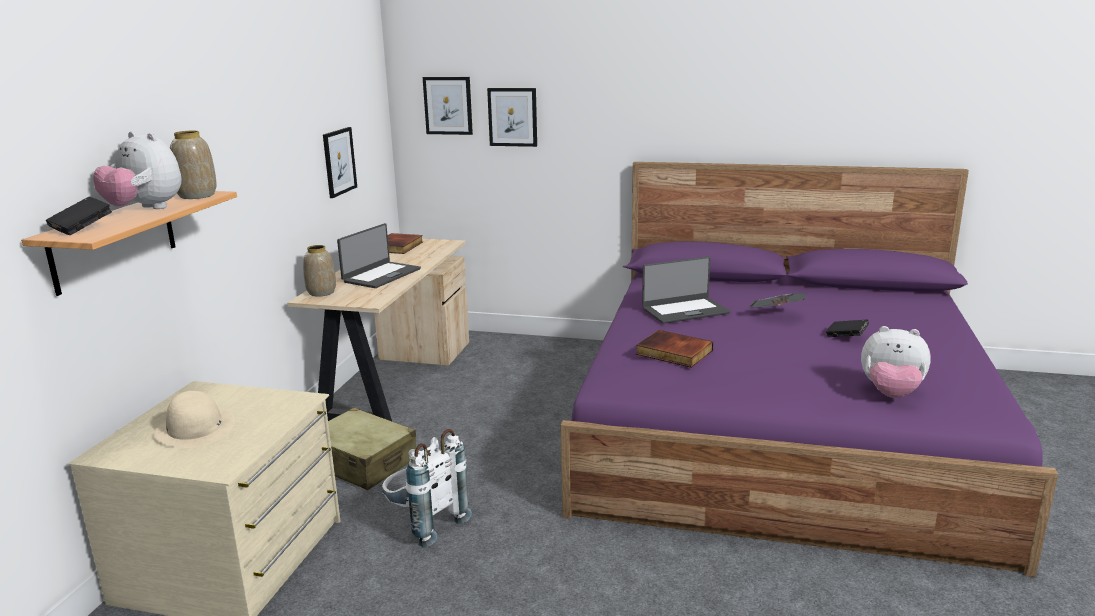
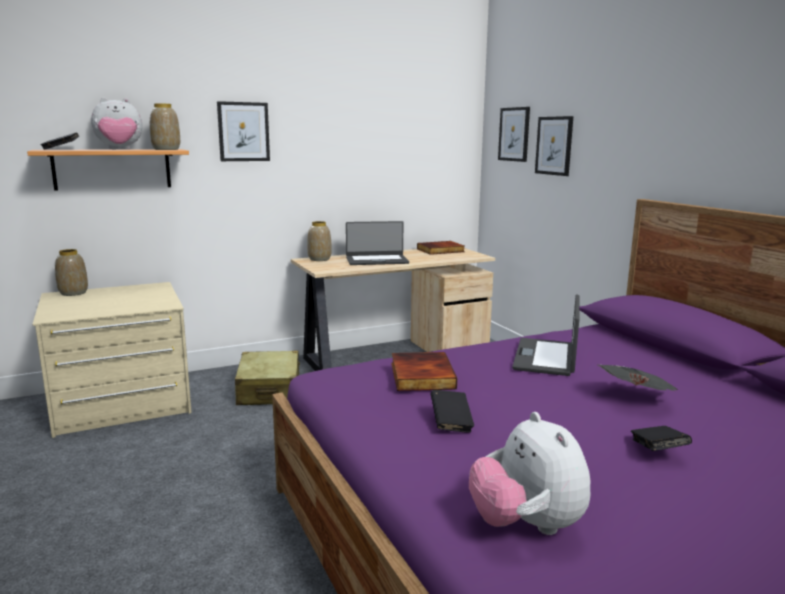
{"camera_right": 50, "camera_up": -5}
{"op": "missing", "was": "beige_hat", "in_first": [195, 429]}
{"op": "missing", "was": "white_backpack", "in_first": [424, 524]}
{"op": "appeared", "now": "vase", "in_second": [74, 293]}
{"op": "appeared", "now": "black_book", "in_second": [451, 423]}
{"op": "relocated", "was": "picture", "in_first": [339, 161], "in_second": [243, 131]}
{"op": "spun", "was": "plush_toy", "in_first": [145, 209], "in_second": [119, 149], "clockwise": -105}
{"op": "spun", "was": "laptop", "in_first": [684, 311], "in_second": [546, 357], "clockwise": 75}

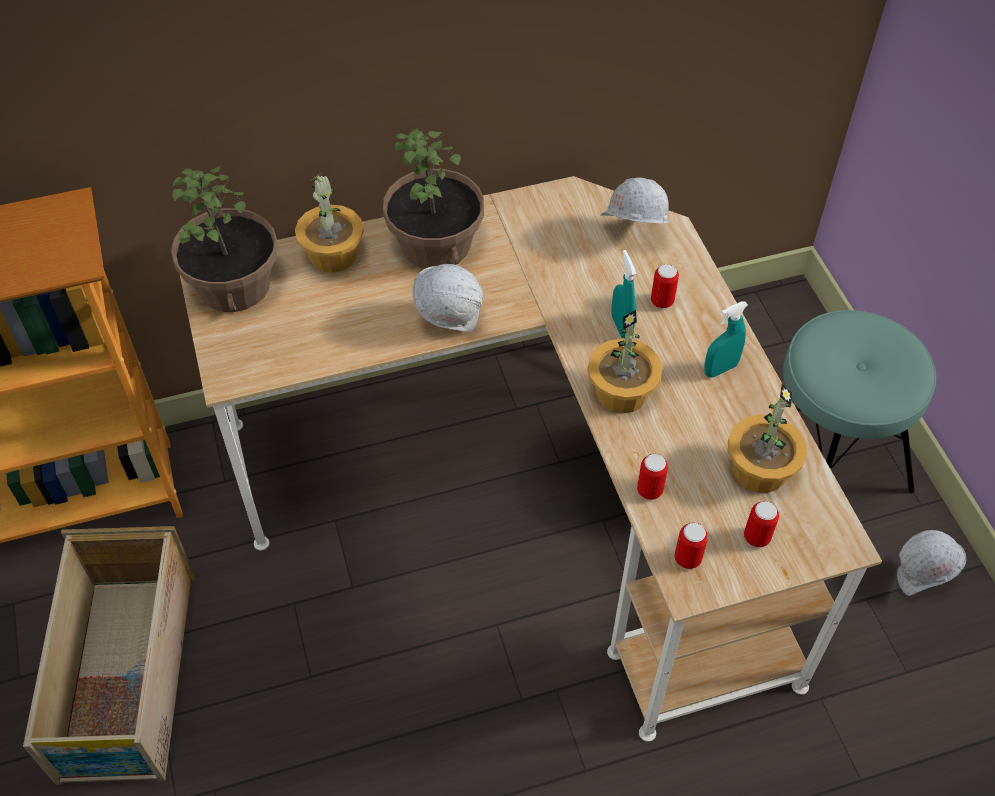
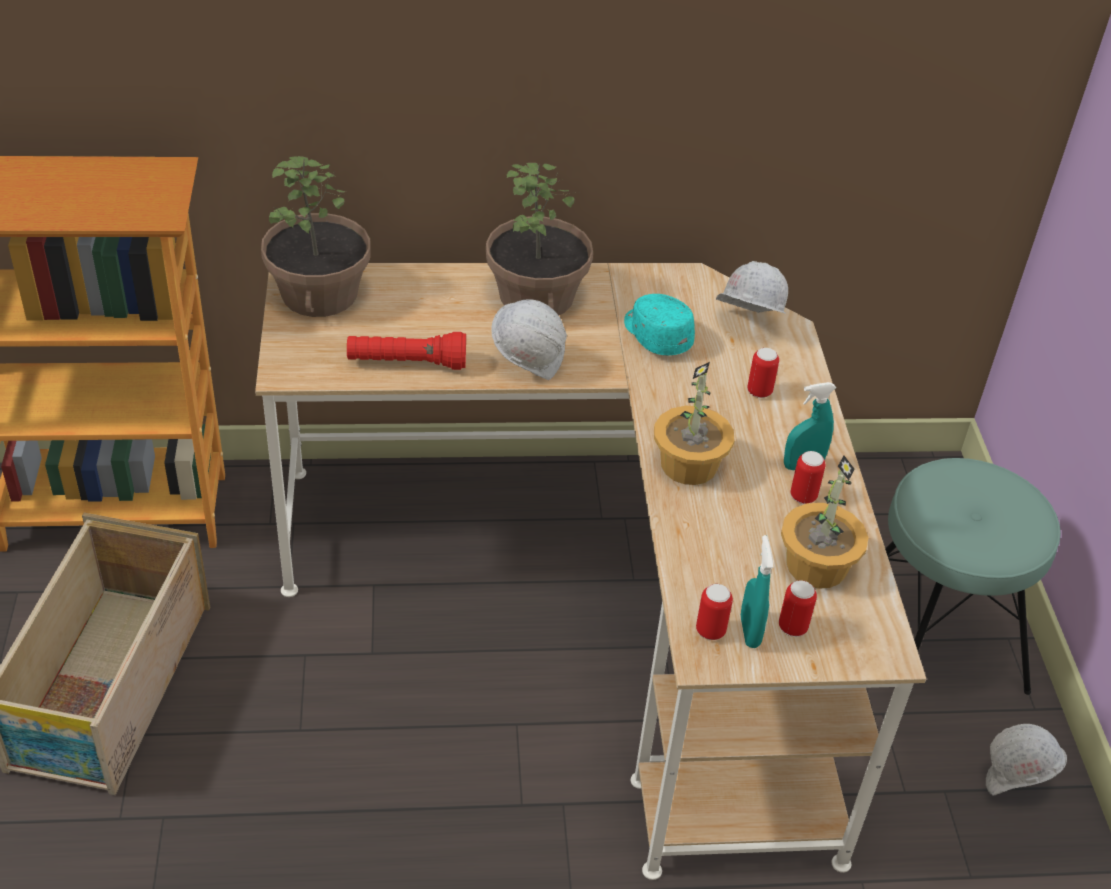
{"camera_right": 10, "camera_up": -10}
{"op": "missing", "was": "potted_plant", "in_first": [333, 255]}
{"op": "appeared", "now": "red_flashlight", "in_second": [407, 363]}
{"op": "appeared", "now": "turquoise_cap", "in_second": [656, 335]}
{"op": "relocated", "was": "turquoise_spray_bottle", "in_first": [621, 326], "in_second": [749, 631]}
{"op": "relocated", "was": "can", "in_first": [649, 490], "in_second": [803, 496]}

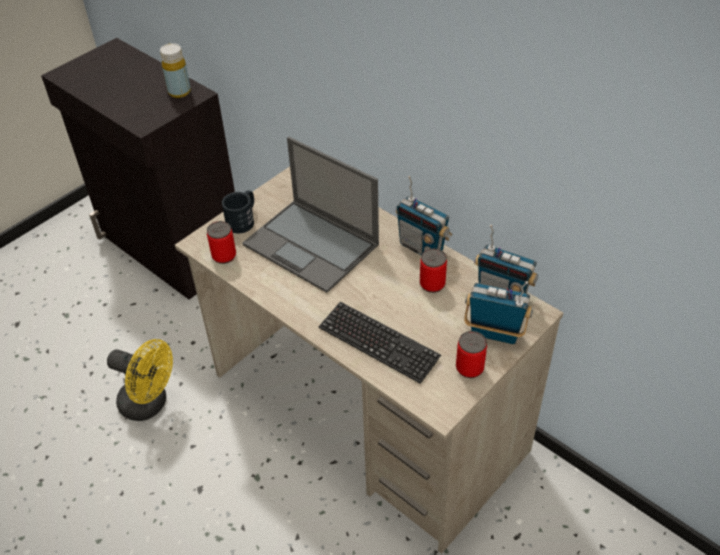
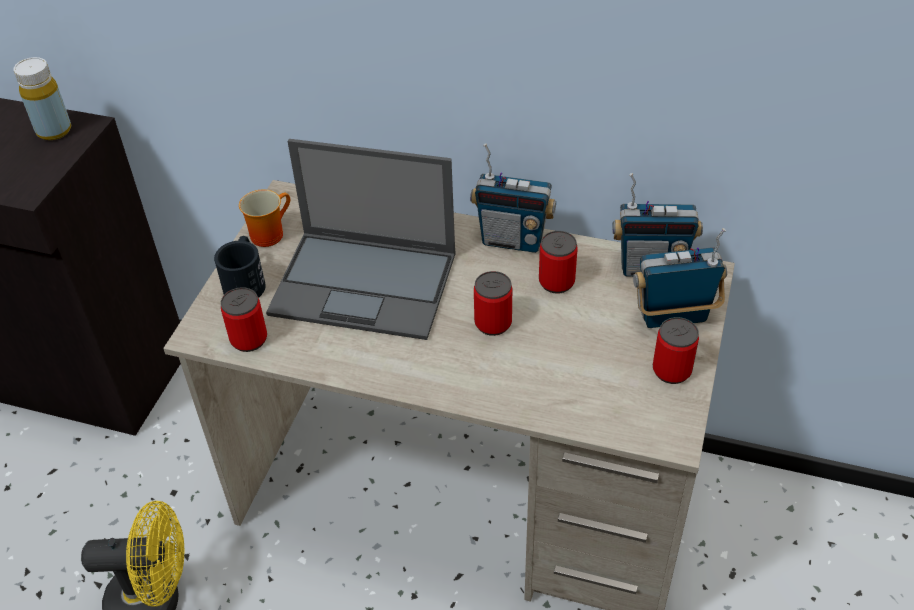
{"camera_right": -25, "camera_up": 0}
{"op": "missing", "was": "keyboard", "in_first": [378, 343]}
{"op": "appeared", "now": "mug", "in_second": [268, 232]}
{"op": "appeared", "now": "can", "in_second": [493, 323]}

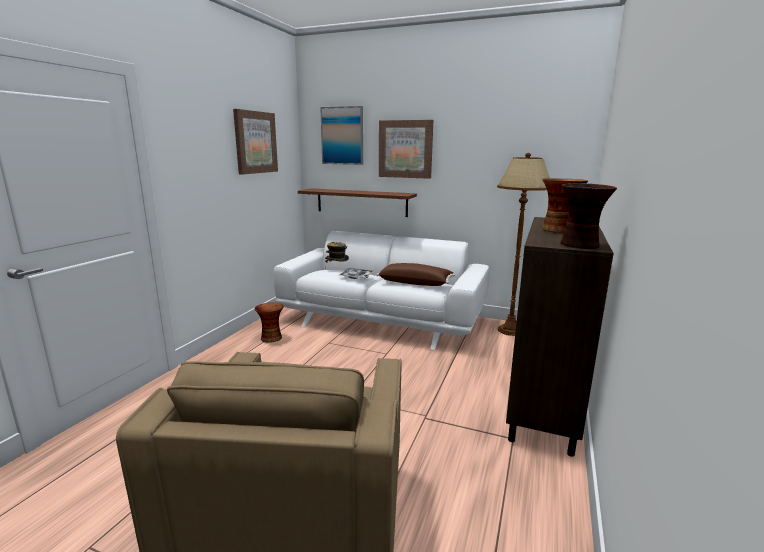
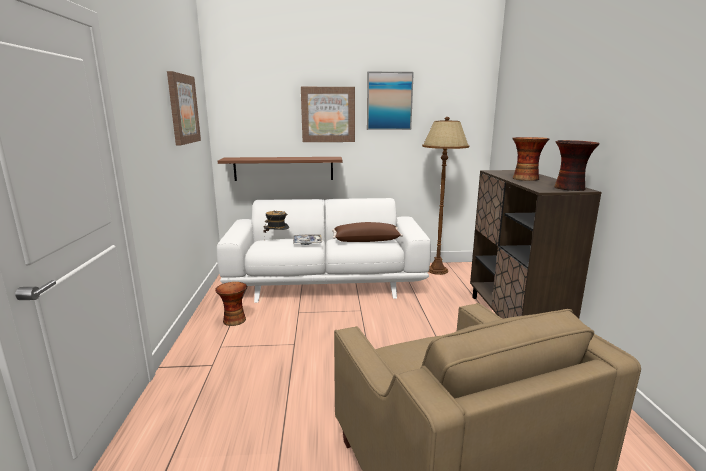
{"camera_right": -25, "camera_up": 0}
{"op": "relocated", "was": "picture", "in_first": [342, 136], "in_second": [389, 101]}

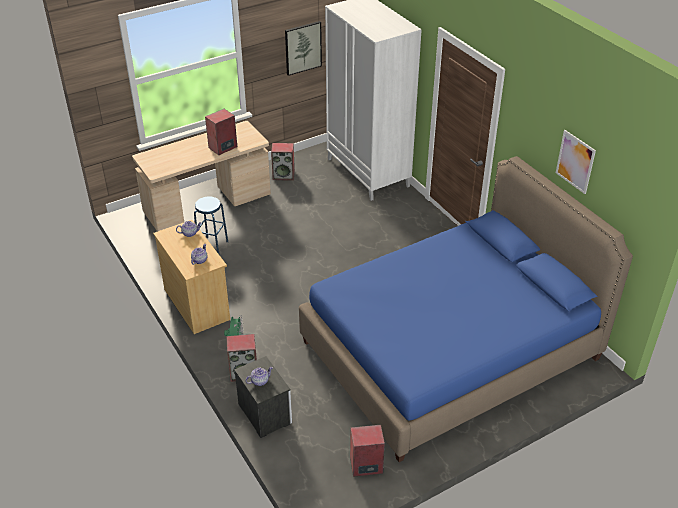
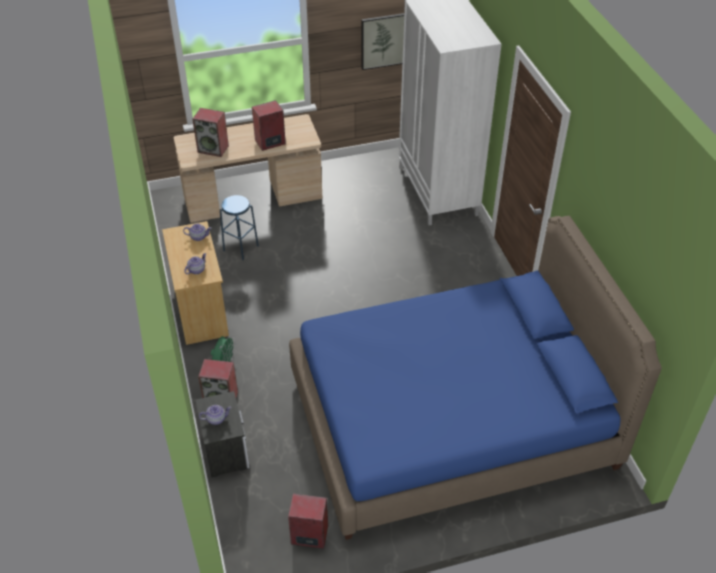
{"camera_right": 15, "camera_up": 5}
{"op": "missing", "was": "picture", "in_first": [575, 161]}
{"op": "relocated", "was": "speaker", "in_first": [284, 175], "in_second": [213, 149]}

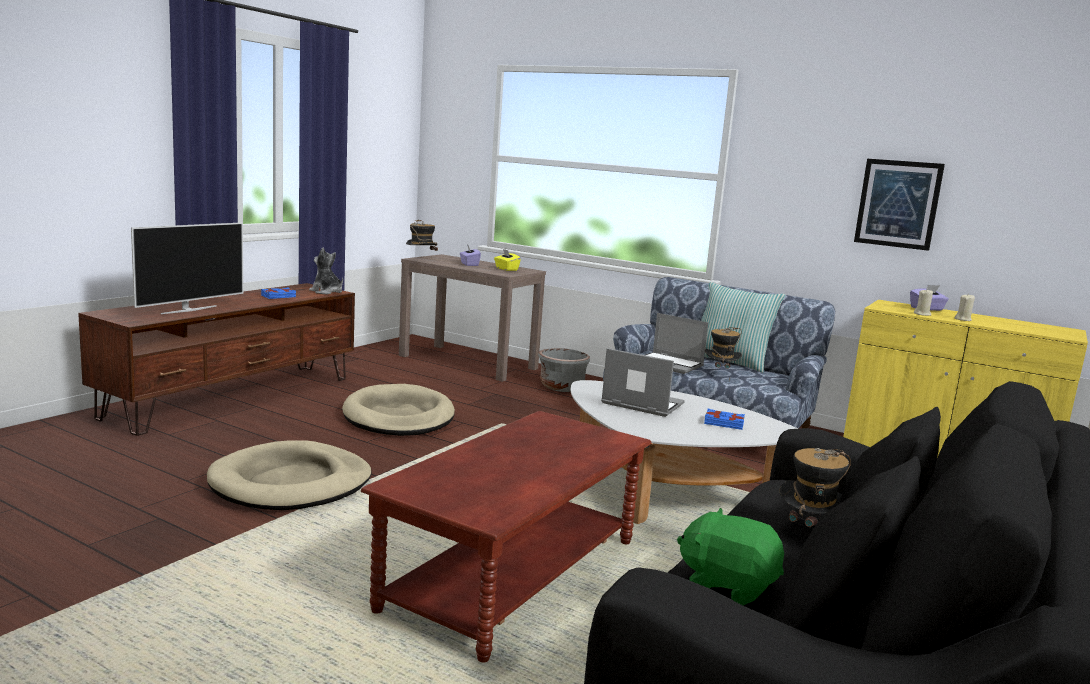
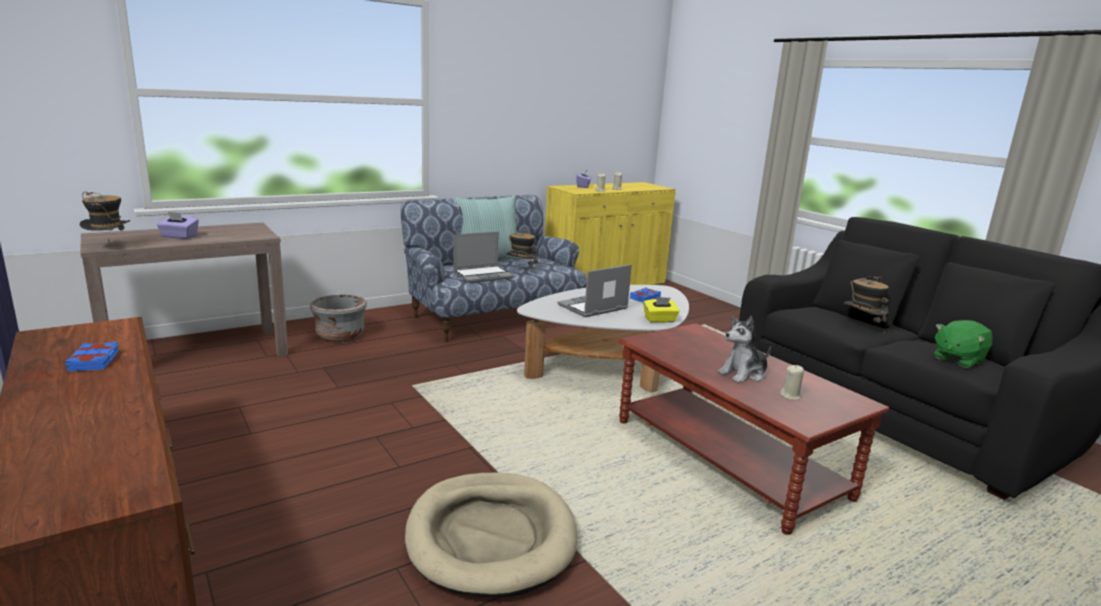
{"camera_right": -65, "camera_up": 5}
{"op": "missing", "was": "television", "in_first": [188, 309]}
{"op": "missing", "was": "beige_dog_bed", "in_first": [398, 417]}
{"op": "missing", "was": "picture", "in_first": [898, 204]}
{"op": "appeared", "now": "beige_candle", "in_second": [790, 396]}
{"op": "relocated", "was": "plush_toy", "in_first": [326, 292], "in_second": [744, 374]}
{"op": "relocated", "was": "yellow_tissue_box", "in_first": [506, 269], "in_second": [660, 320]}

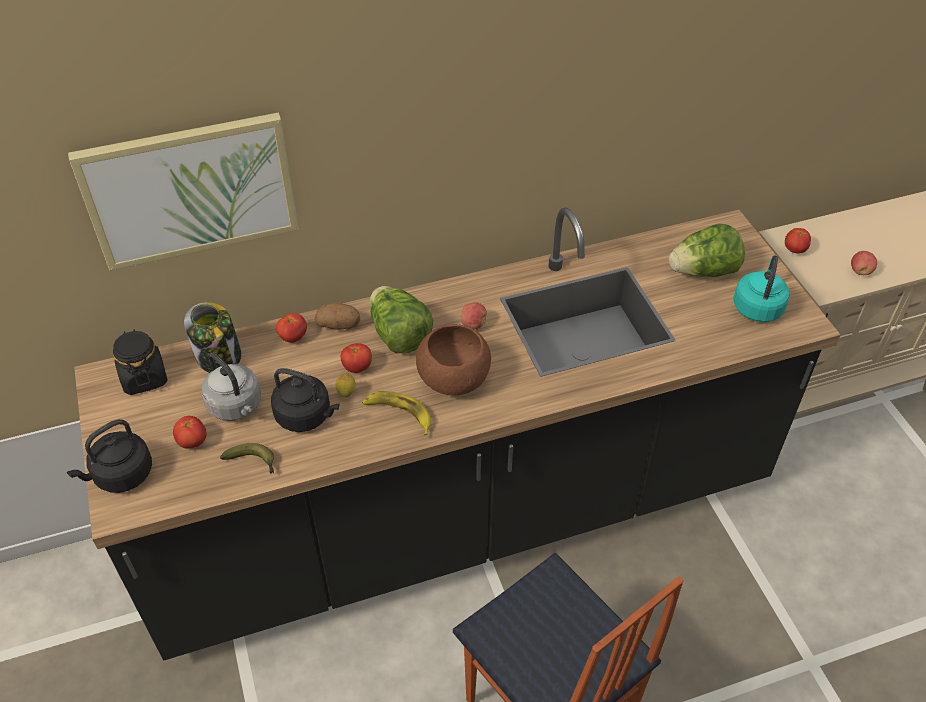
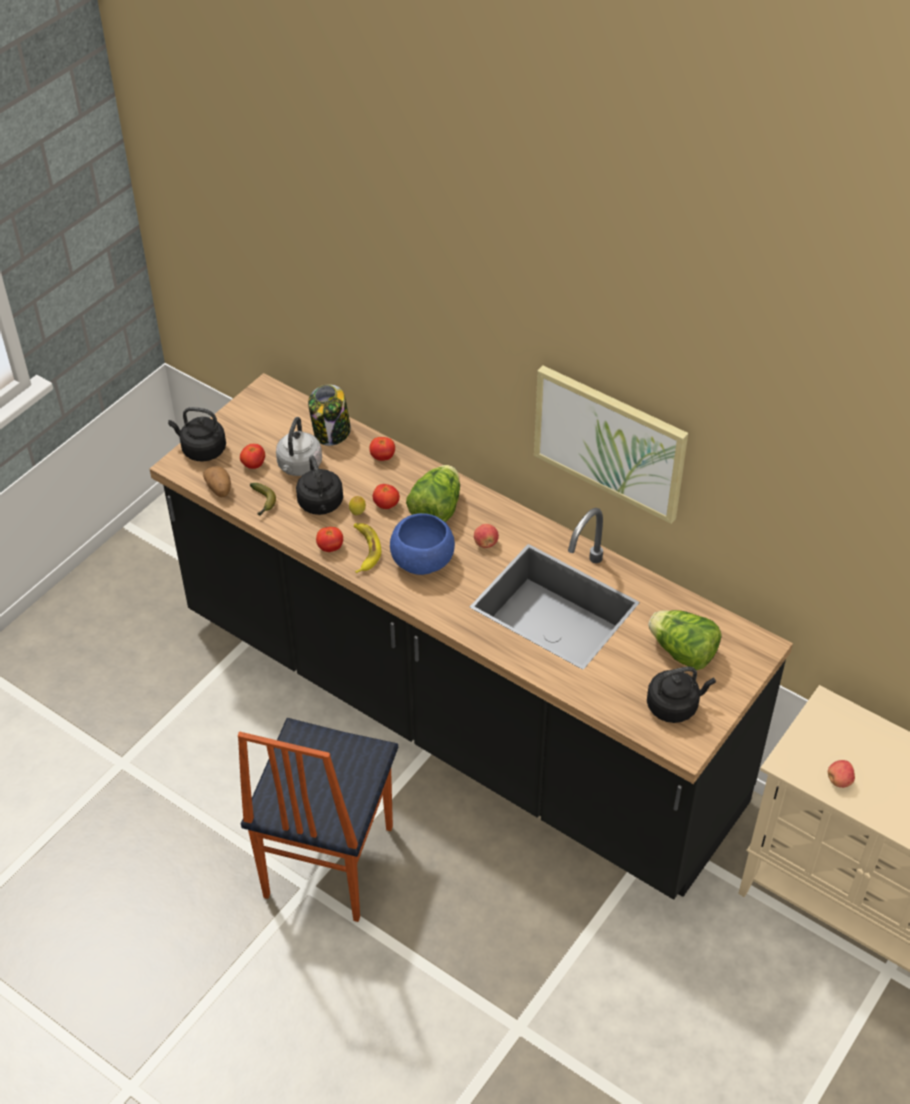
{"camera_right": 55, "camera_up": 0}
{"op": "missing", "was": "black_jar", "in_first": [144, 377]}
{"op": "relocated", "was": "picture", "in_first": [190, 190], "in_second": [610, 442]}
{"op": "relocated", "was": "potato", "in_first": [339, 325], "in_second": [219, 489]}
{"op": "relocated", "was": "tomato", "in_first": [794, 250], "in_second": [330, 547]}
{"op": "colour", "was": "brown_bowl", "now": "blue_bowl", "in_first": [454, 378], "in_second": [423, 561]}
{"op": "colour", "was": "turquoise_kettle", "now": "black_kettle", "in_first": [758, 306], "in_second": [674, 706]}

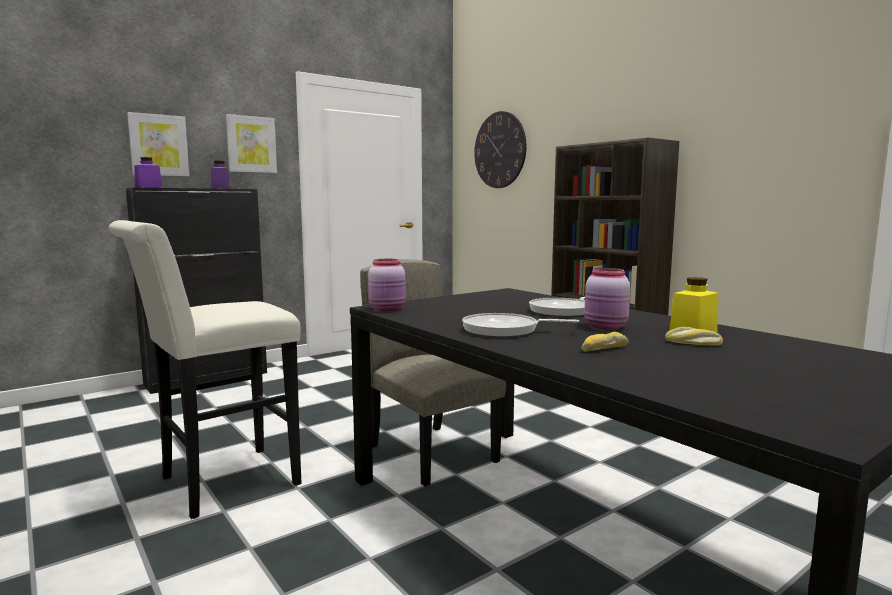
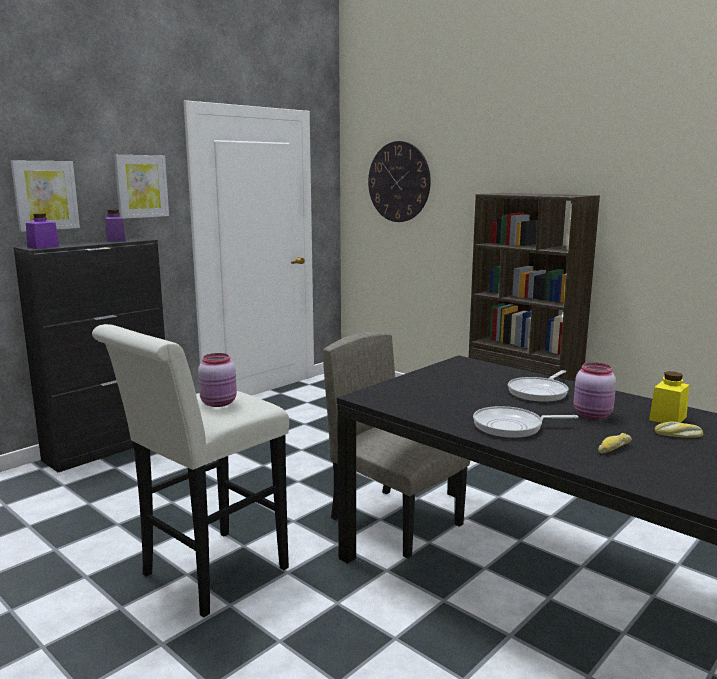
{"camera_right": -10, "camera_up": 5}
{"op": "relocated", "was": "pink_jar", "in_first": [388, 309], "in_second": [219, 403]}

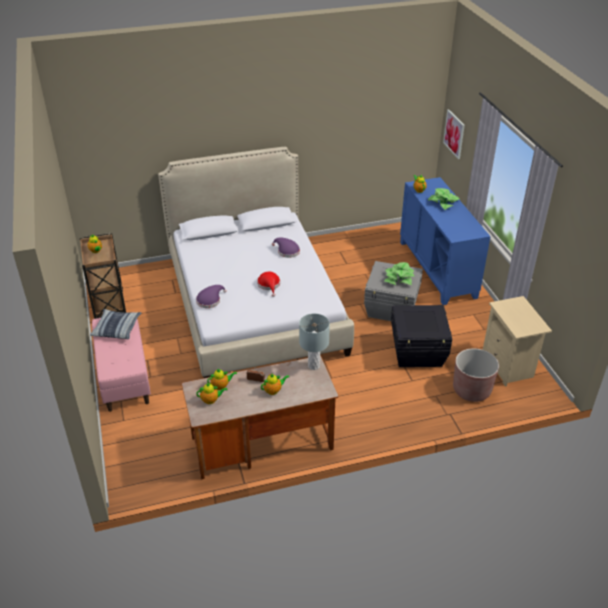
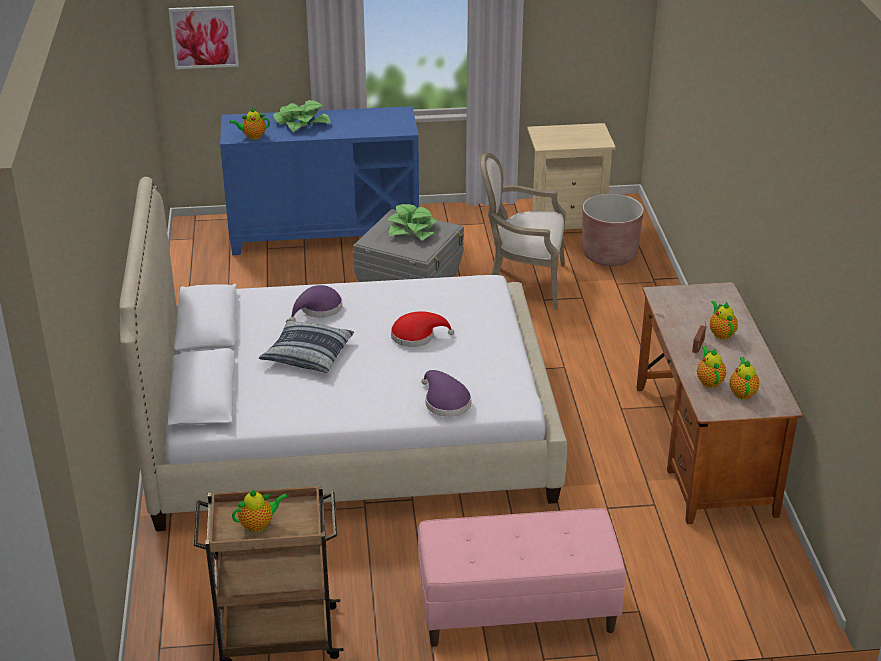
{"camera_right": -80, "camera_up": -5}
{"op": "missing", "was": "grey_table_lamp", "in_first": [314, 365]}
{"op": "relocated", "was": "pillow", "in_first": [117, 328], "in_second": [307, 354]}
{"op": "exchanged", "was": "black_storage_box", "now": "armchair", "in_first": [418, 352], "in_second": [522, 283]}

